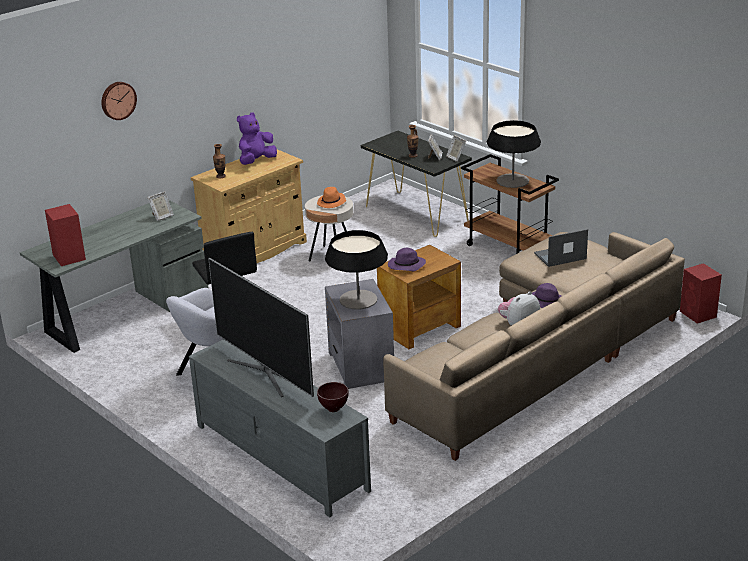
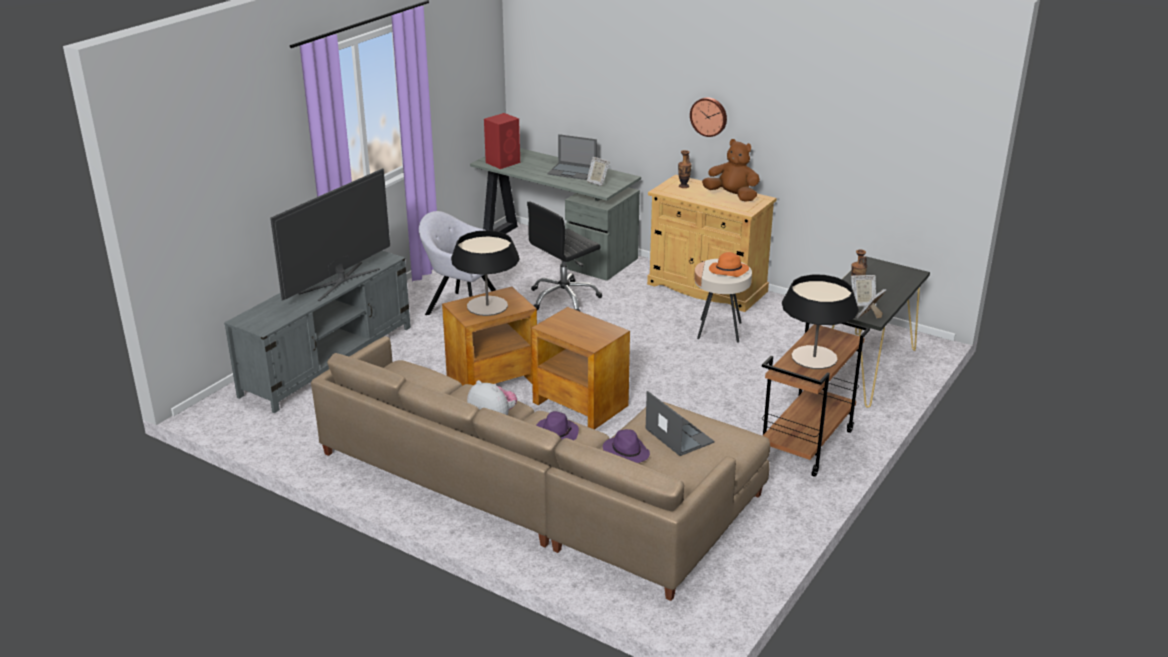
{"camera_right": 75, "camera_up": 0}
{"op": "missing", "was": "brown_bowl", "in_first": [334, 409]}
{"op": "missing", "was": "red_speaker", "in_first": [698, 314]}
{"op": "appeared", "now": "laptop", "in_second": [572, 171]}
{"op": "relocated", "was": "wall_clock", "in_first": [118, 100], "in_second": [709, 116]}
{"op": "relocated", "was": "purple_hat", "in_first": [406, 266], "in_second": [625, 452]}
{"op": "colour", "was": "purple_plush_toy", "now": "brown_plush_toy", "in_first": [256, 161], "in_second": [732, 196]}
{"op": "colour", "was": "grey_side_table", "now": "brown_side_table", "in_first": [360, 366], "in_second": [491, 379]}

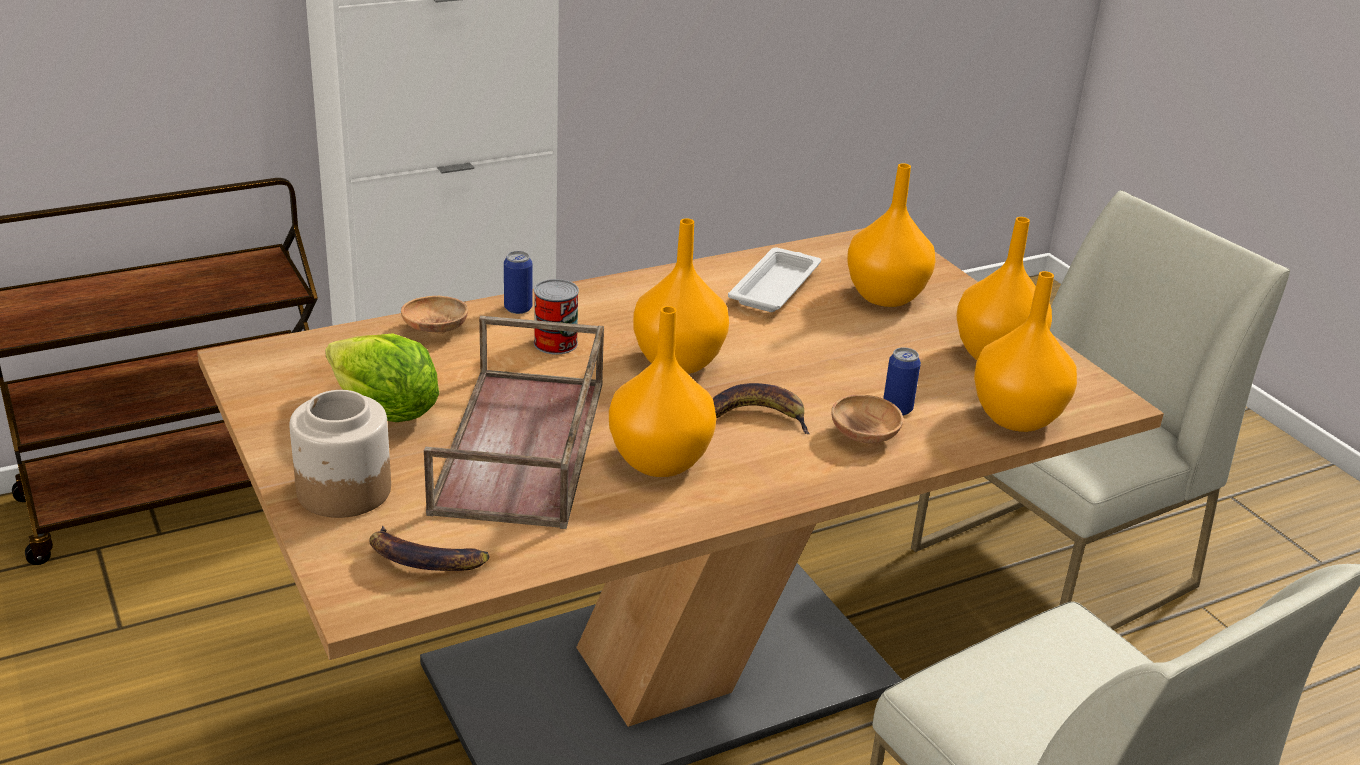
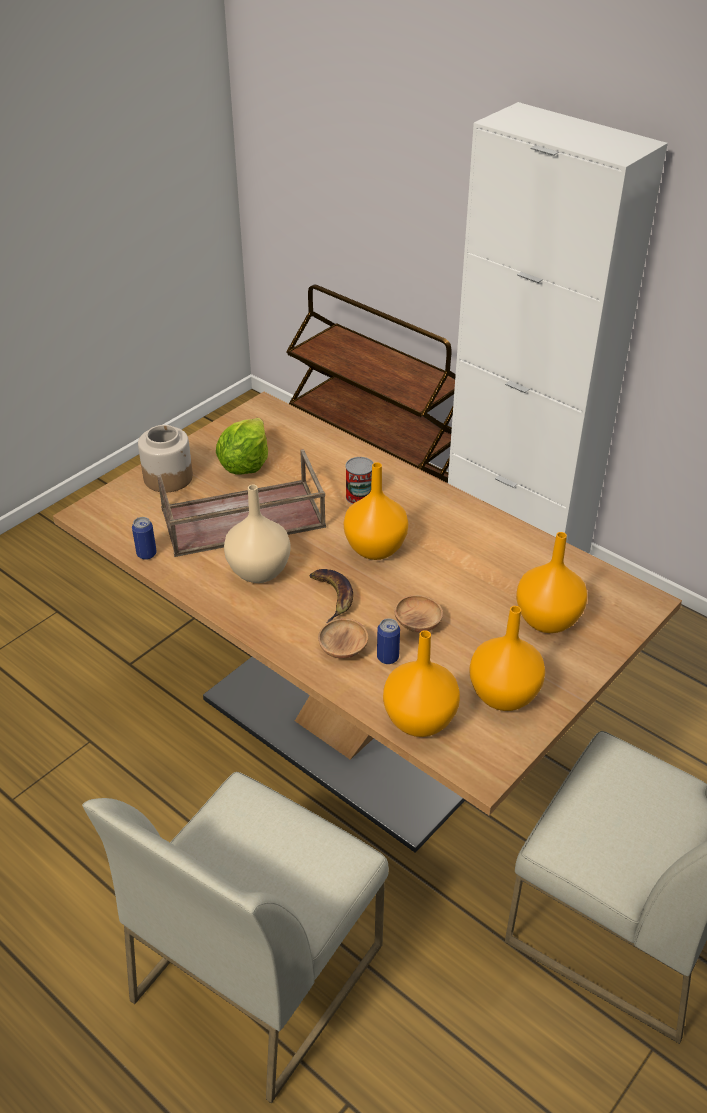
{"camera_right": 70, "camera_up": 10}
{"op": "missing", "was": "banana", "in_first": [423, 560]}
{"op": "missing", "was": "white_tray", "in_first": [775, 286]}
{"op": "relocated", "was": "brown_bowl", "in_first": [435, 330], "in_second": [417, 623]}
{"op": "relocated", "was": "can", "in_first": [518, 308], "in_second": [146, 554]}
{"op": "colour", "was": "orange_vase", "now": "beige_vase", "in_first": [657, 461], "in_second": [258, 570]}

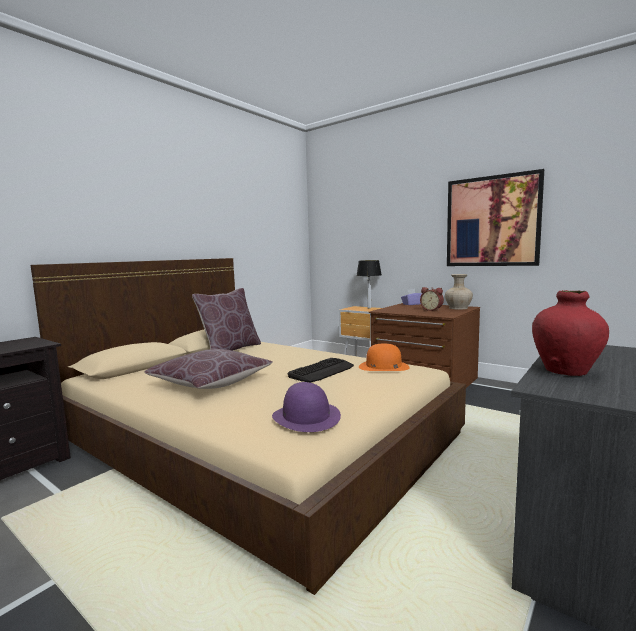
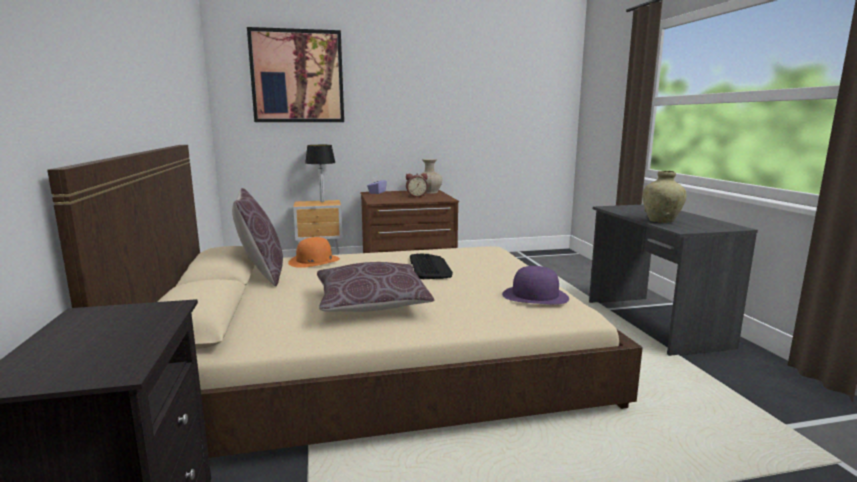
{"camera_right": -50, "camera_up": 5}
{"op": "relocated", "was": "orange_hat", "in_first": [383, 366], "in_second": [314, 261]}
{"op": "relocated", "was": "picture", "in_first": [492, 221], "in_second": [297, 76]}
{"op": "colour", "was": "red_vase", "now": "beige_vase", "in_first": [566, 371], "in_second": [661, 221]}

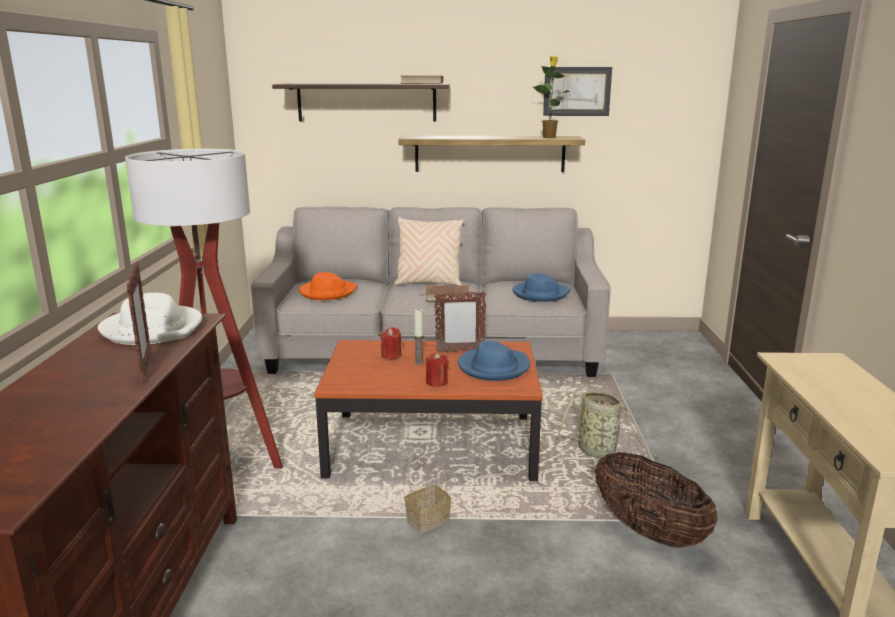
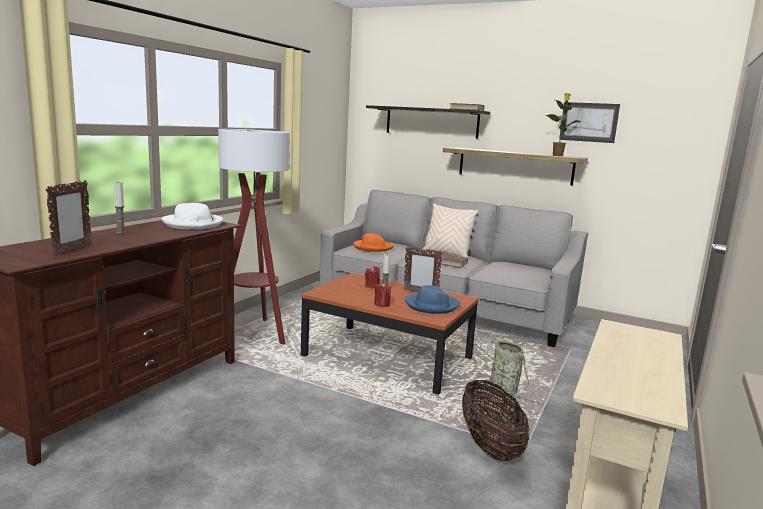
{"camera_right": 25, "camera_up": -5}
{"op": "missing", "was": "basket", "in_first": [428, 520]}
{"op": "missing", "was": "blue_hat", "in_first": [540, 294]}
{"op": "appeared", "now": "candle", "in_second": [121, 232]}
{"op": "relocated", "was": "picture_frame", "in_first": [146, 368], "in_second": [72, 251]}

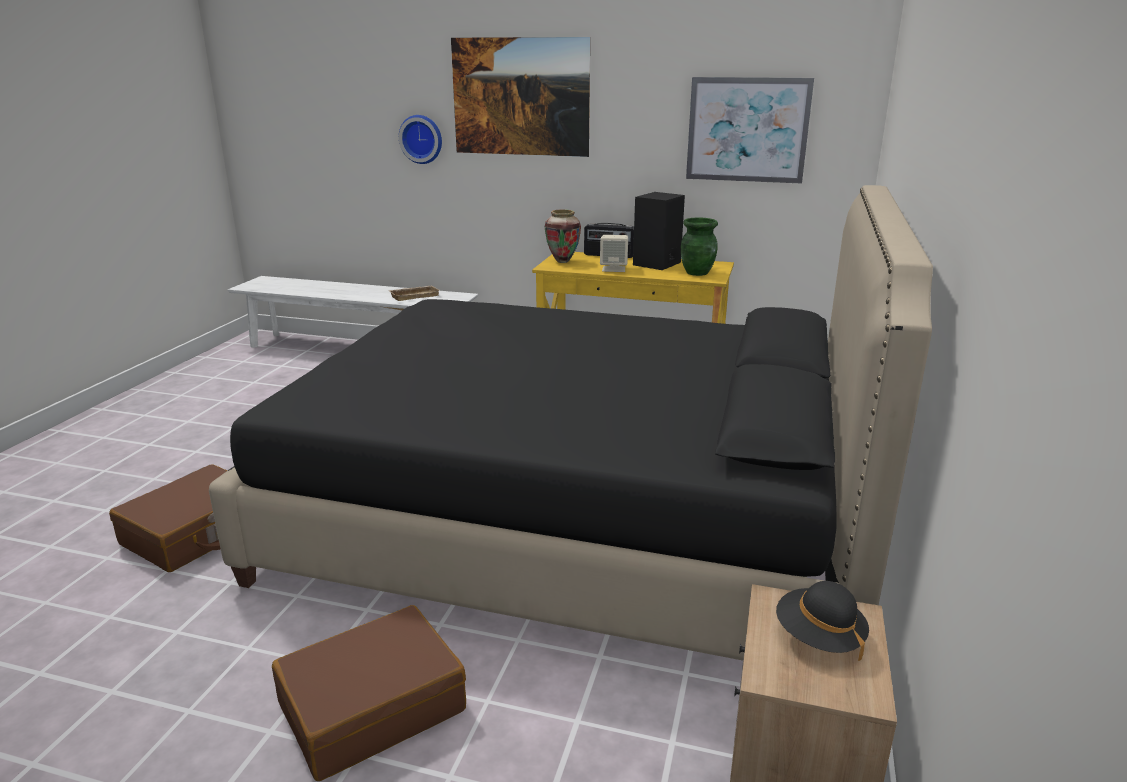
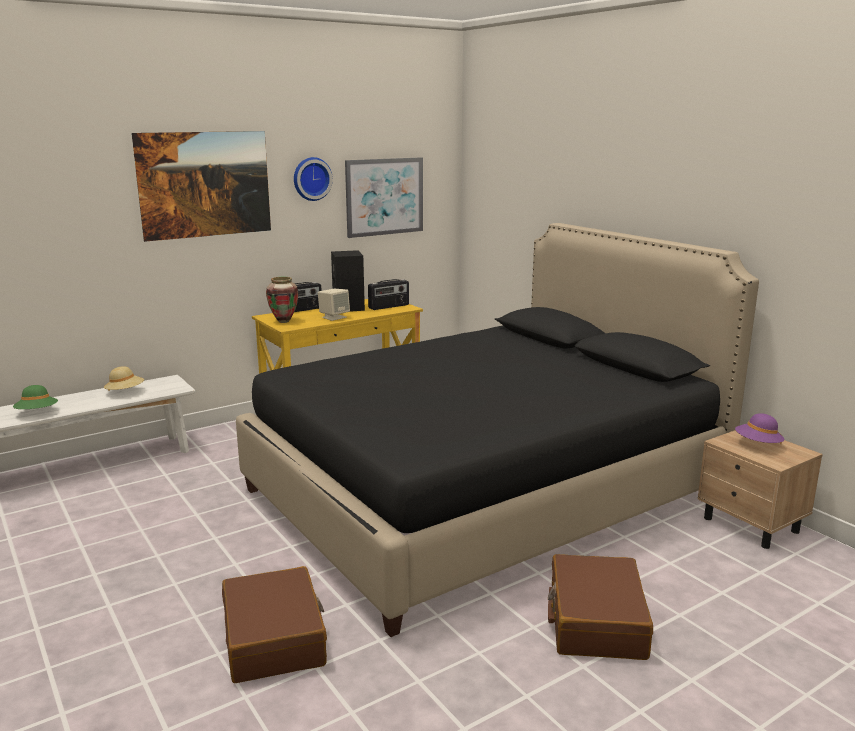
{"camera_right": -50, "camera_up": -5}
{"op": "appeared", "now": "green_hat", "in_second": [37, 413]}
{"op": "relocated", "was": "wall_clock", "in_first": [422, 139], "in_second": [311, 179]}
{"op": "exchanged", "was": "beige_tray", "now": "beige_hat", "in_first": [414, 296], "in_second": [125, 392]}
{"op": "exchanged", "was": "green_vase", "now": "radio", "in_first": [697, 273], "in_second": [389, 306]}
{"op": "colour", "was": "black_hat", "now": "purple_hat", "in_first": [818, 637], "in_second": [758, 444]}

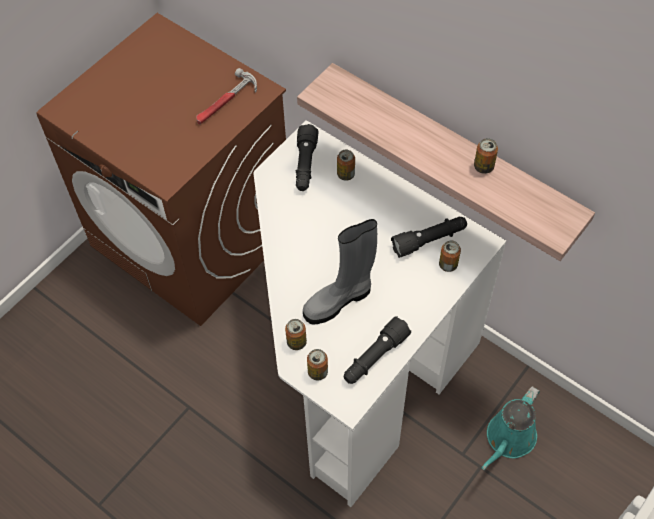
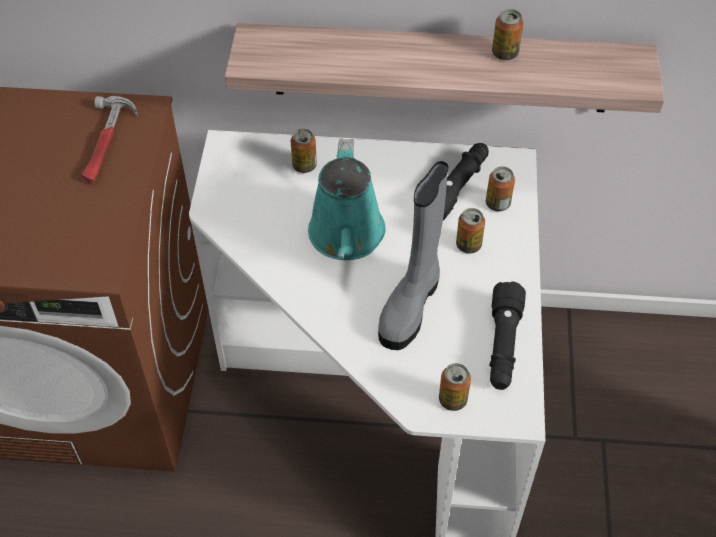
{"camera_right": -35, "camera_up": -5}
{"op": "missing", "was": "black_flashlight", "in_first": [305, 165]}
{"op": "relocated", "was": "can", "in_first": [296, 342], "in_second": [468, 245]}
{"op": "relocated", "was": "turquoise_watering_can", "in_first": [508, 439], "in_second": [346, 237]}

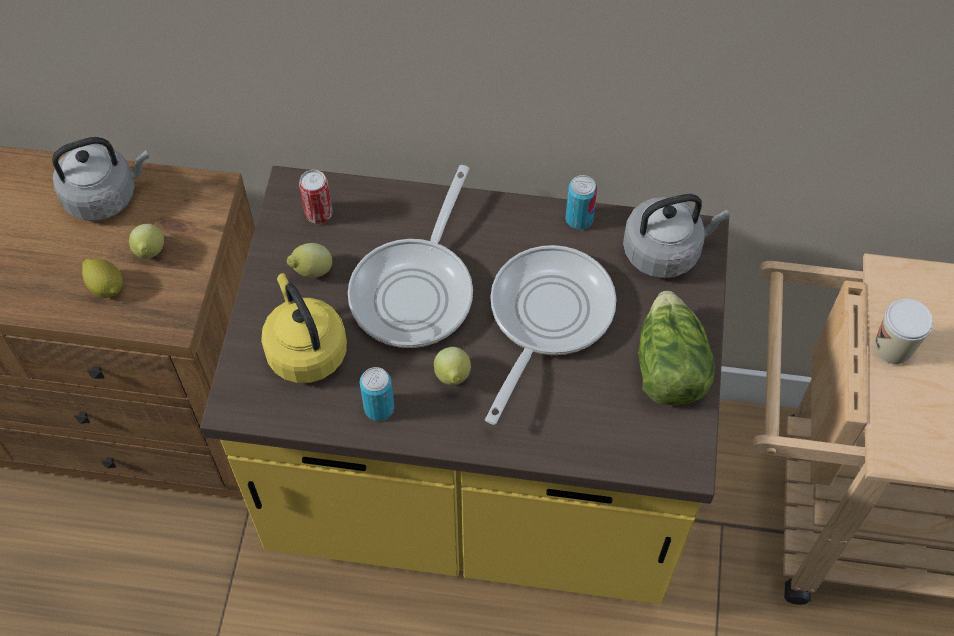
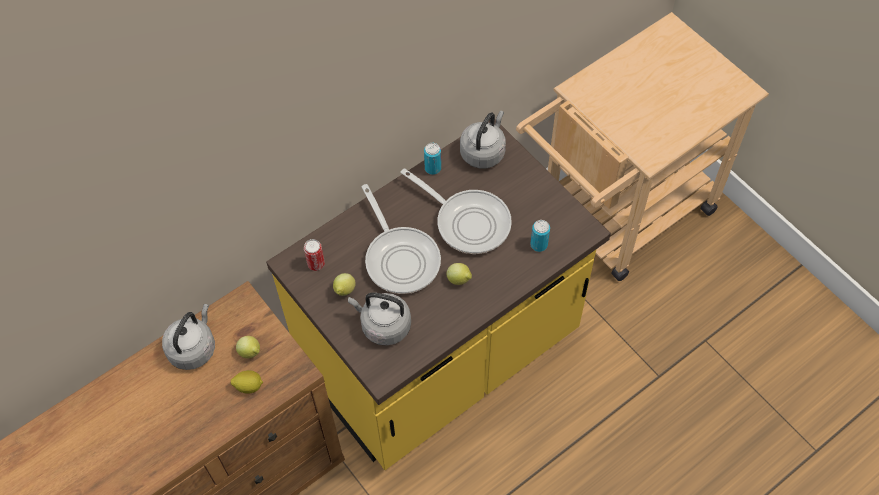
{"camera_right": -45, "camera_up": 0}
{"op": "missing", "was": "lettuce", "in_first": [668, 366]}
{"op": "missing", "was": "cup", "in_first": [893, 347]}
{"op": "relocated", "was": "can", "in_first": [379, 408], "in_second": [539, 245]}
{"op": "colour", "was": "yellow_kettle", "now": "grey_kettle", "in_first": [305, 349], "in_second": [383, 326]}
{"op": "spun", "was": "frying_pan", "in_first": [546, 317], "in_second": [468, 221], "clockwise": 150}

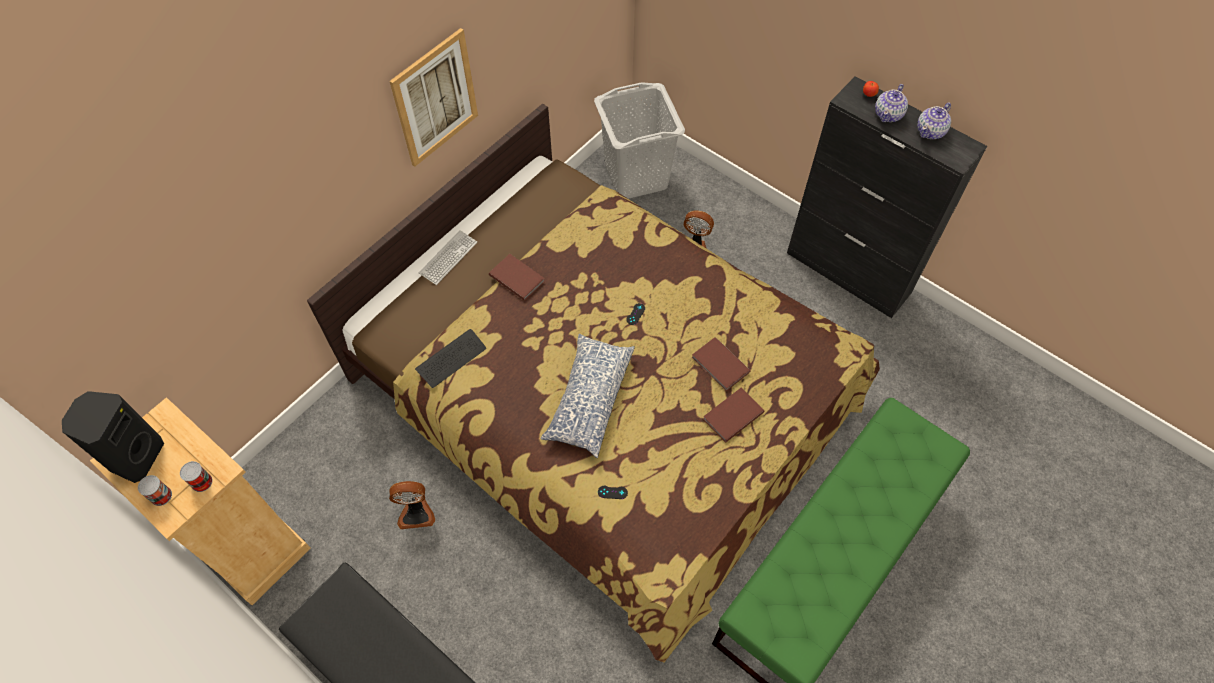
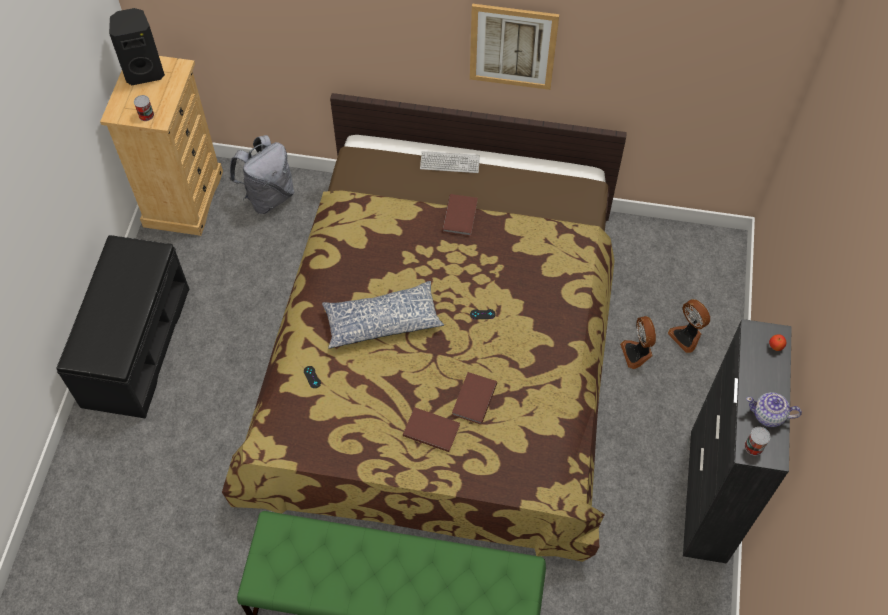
{"camera_right": 60, "camera_up": 0}
{"op": "missing", "was": "keyboard", "in_first": [451, 359]}
{"op": "missing", "was": "grey_laundry_basket", "in_first": [636, 176]}
{"op": "missing", "was": "teapot", "in_first": [888, 114]}
{"op": "appeared", "now": "grey_backpack", "in_second": [268, 196]}
{"op": "relocated", "was": "can", "in_first": [161, 496], "in_second": [754, 446]}
{"op": "relocated", "was": "fan", "in_first": [416, 512], "in_second": [687, 336]}

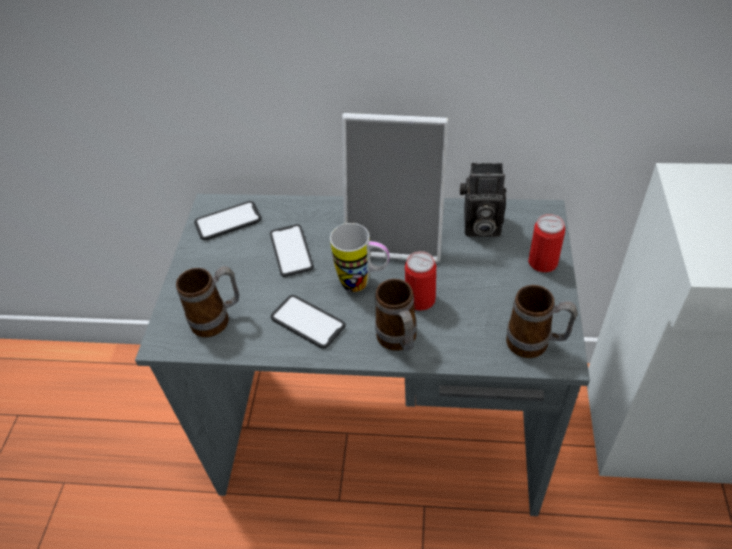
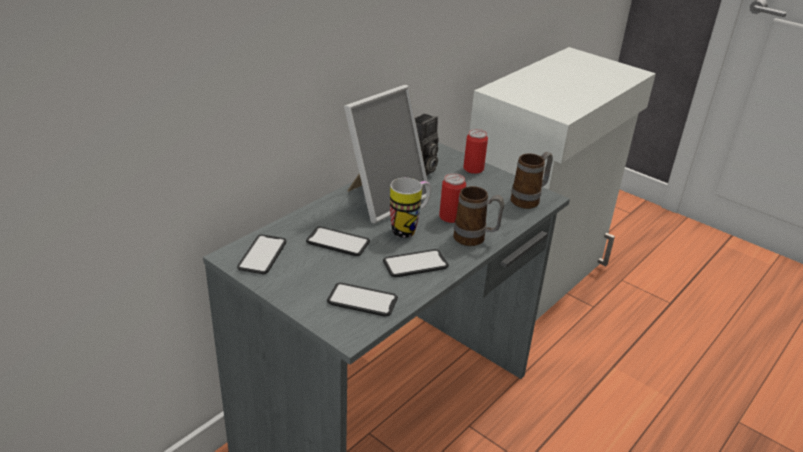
{"camera_right": -60, "camera_up": -15}
{"op": "exchanged", "was": "mug", "now": "phone", "in_first": [218, 320], "in_second": [362, 300]}

